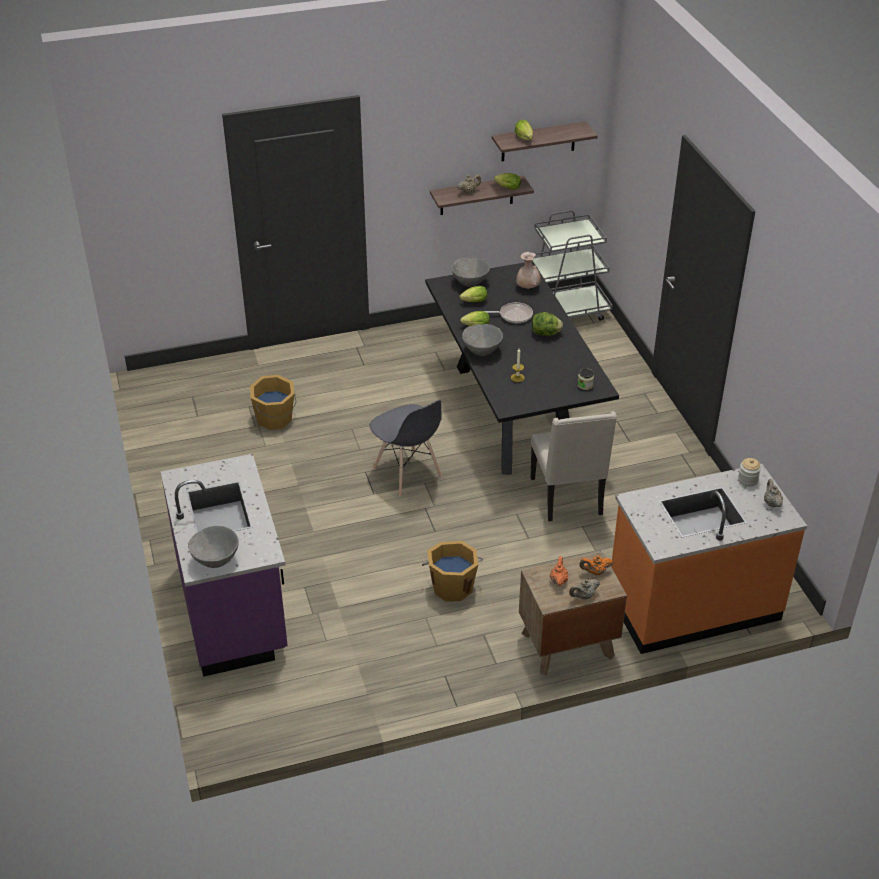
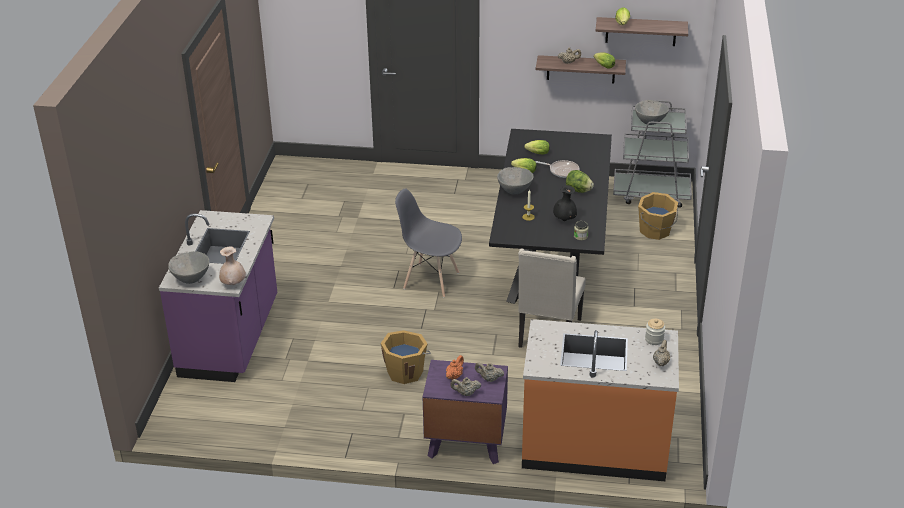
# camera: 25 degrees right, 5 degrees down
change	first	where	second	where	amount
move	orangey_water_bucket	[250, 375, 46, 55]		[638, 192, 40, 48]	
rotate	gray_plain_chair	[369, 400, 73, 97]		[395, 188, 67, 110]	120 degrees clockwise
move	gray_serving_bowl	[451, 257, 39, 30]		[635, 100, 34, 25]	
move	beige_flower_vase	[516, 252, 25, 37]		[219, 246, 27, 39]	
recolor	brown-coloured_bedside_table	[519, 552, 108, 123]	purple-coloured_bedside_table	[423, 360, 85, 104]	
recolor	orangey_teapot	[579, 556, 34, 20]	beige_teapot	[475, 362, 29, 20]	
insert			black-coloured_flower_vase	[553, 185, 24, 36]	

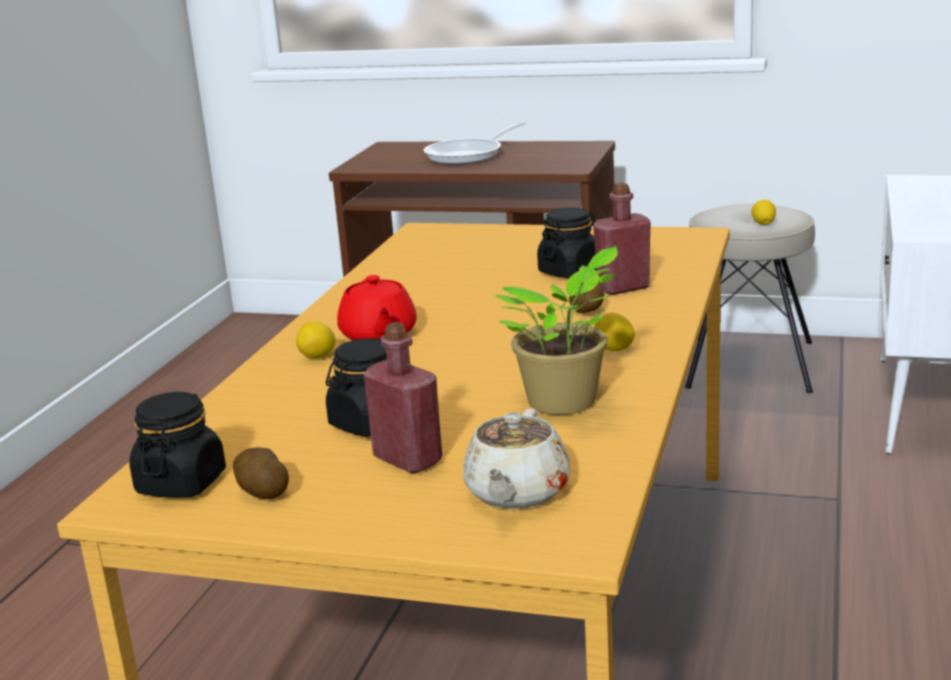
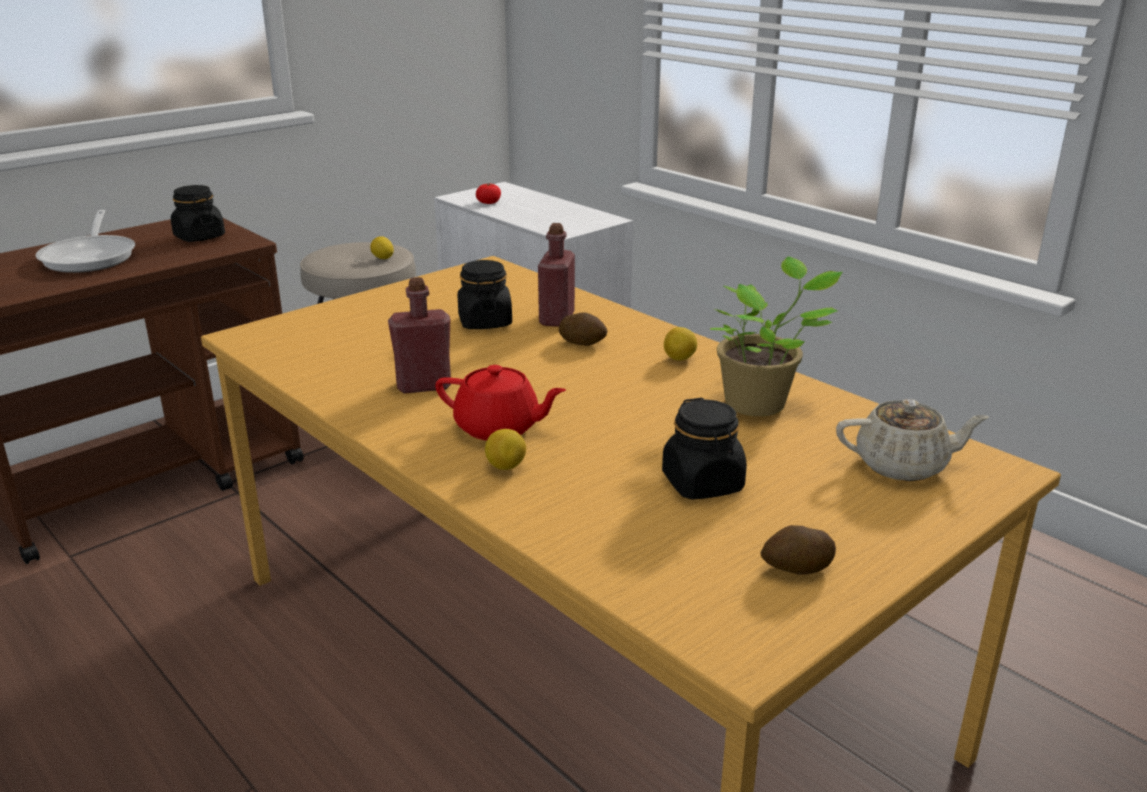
# camera: 60 degrees left, 5 degrees up
change	first	where	second	where	amount
move	black-coloured_preserve_jar	[129, 392, 97, 106]		[171, 185, 54, 57]	
move	red-coloured_beverage_bottle	[364, 322, 78, 152]		[388, 277, 63, 117]	
rotate	beige_teapot	[463, 409, 107, 100]		[836, 399, 153, 82]	45 degrees counterclockwise
insert			fresh_tomato	[476, 184, 25, 20]	

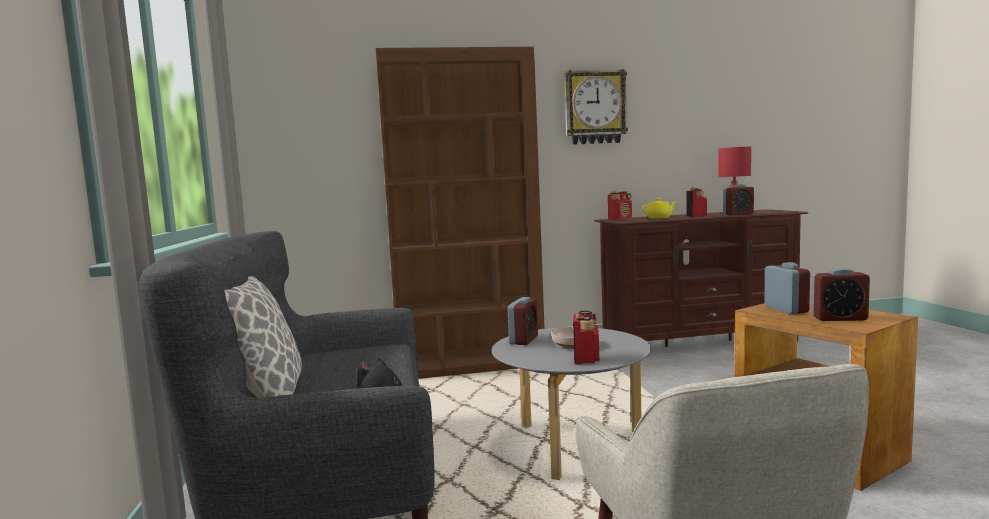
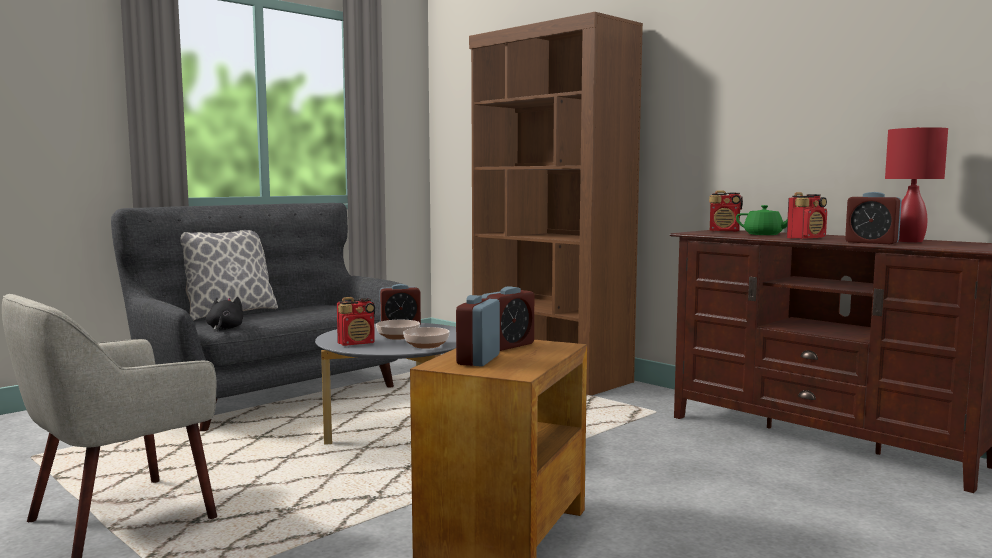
# camera: 55 degrees right, 0 degrees up
change	first	where	second	where	amount
delete	wall_clock	[564, 69, 64, 76]			
recolor	yellow_teapot	[642, 198, 35, 21]	green-coloured_teapot	[736, 205, 52, 30]	
rotate	alarm_clock	[811, 268, 59, 53]		[456, 295, 44, 72]	45 degrees clockwise
insert			serving_bowl	[403, 327, 47, 22]	

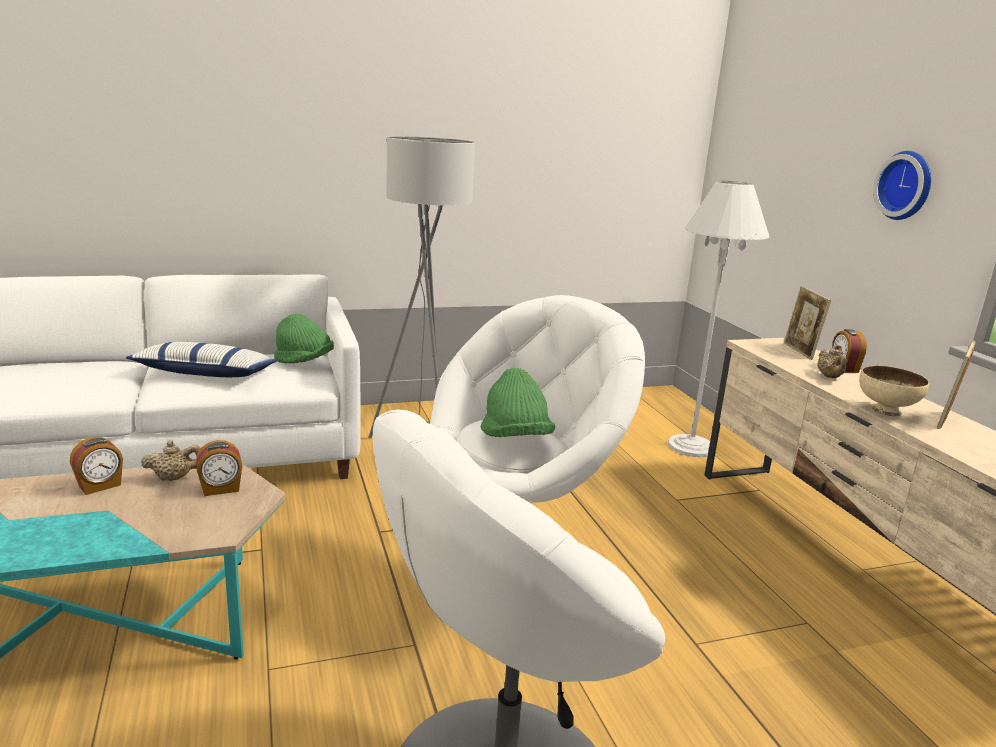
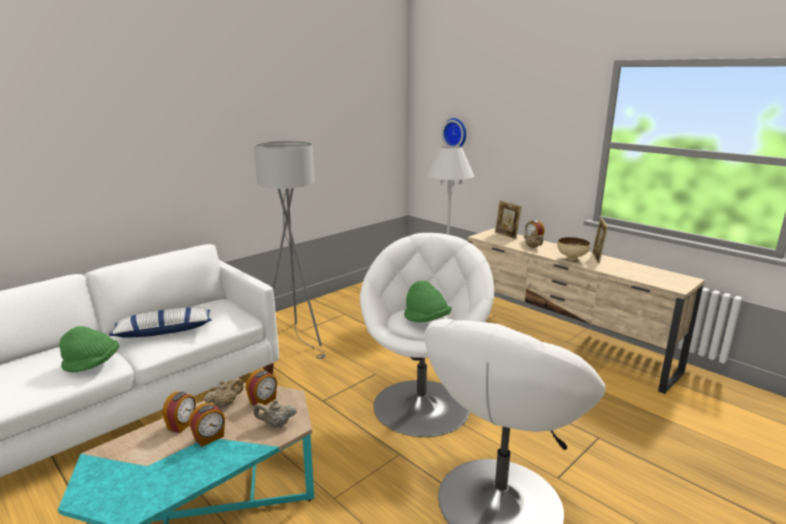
# camera: 25 degrees left, 0 degrees up
change	first	where	second	where	amount
move	green-coloured_clothing_hat	[274, 314, 60, 50]		[59, 326, 60, 46]	
move	wall_clock	[873, 151, 58, 69]		[442, 118, 24, 29]	
insert			alarm_clock	[189, 403, 36, 44]	
insert			beige_teapot	[254, 400, 43, 28]	

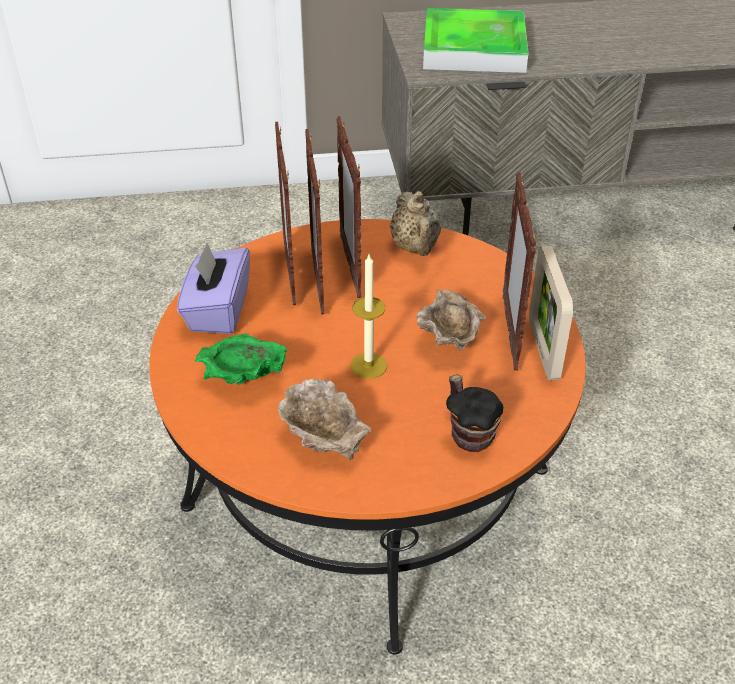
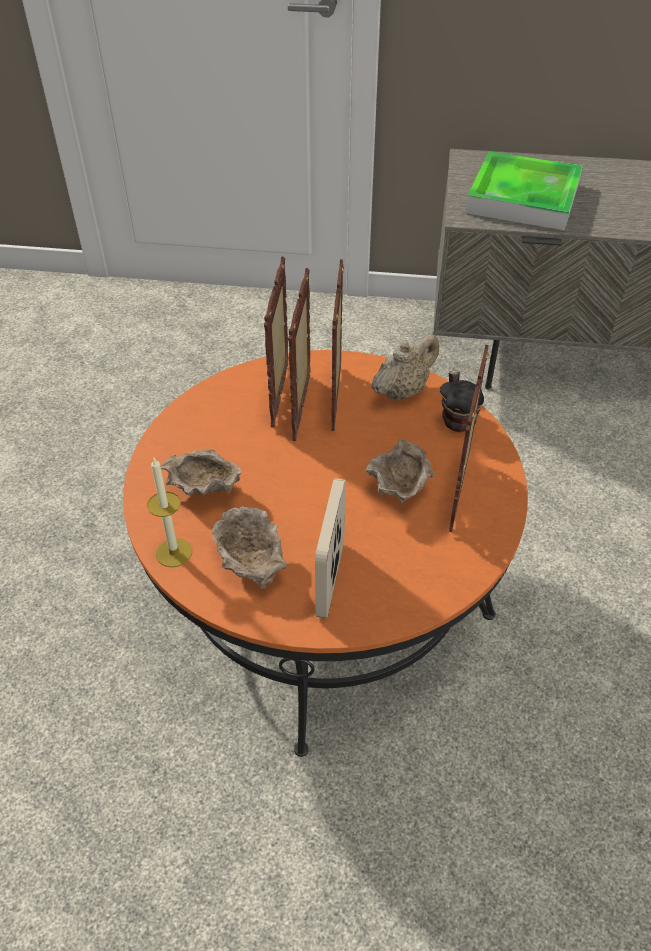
# camera: 15 degrees right, 5 degrees up
change	first	where	second	where	amount
delete	purple-coloured_tissue_box	[177, 243, 73, 91]			
recolor	green-coloured_serving_bowl	[194, 333, 93, 52]	beige_serving_bowl	[161, 449, 81, 46]	
move	wax_light	[350, 254, 37, 125]		[147, 458, 45, 109]	
rotate	beige_teapot	[390, 191, 51, 65]		[372, 334, 67, 67]	135 degrees counterclockwise
move	coffee_mug	[446, 374, 57, 78]		[440, 370, 44, 62]	
move	picture_frame	[529, 245, 44, 135]		[315, 478, 31, 140]	

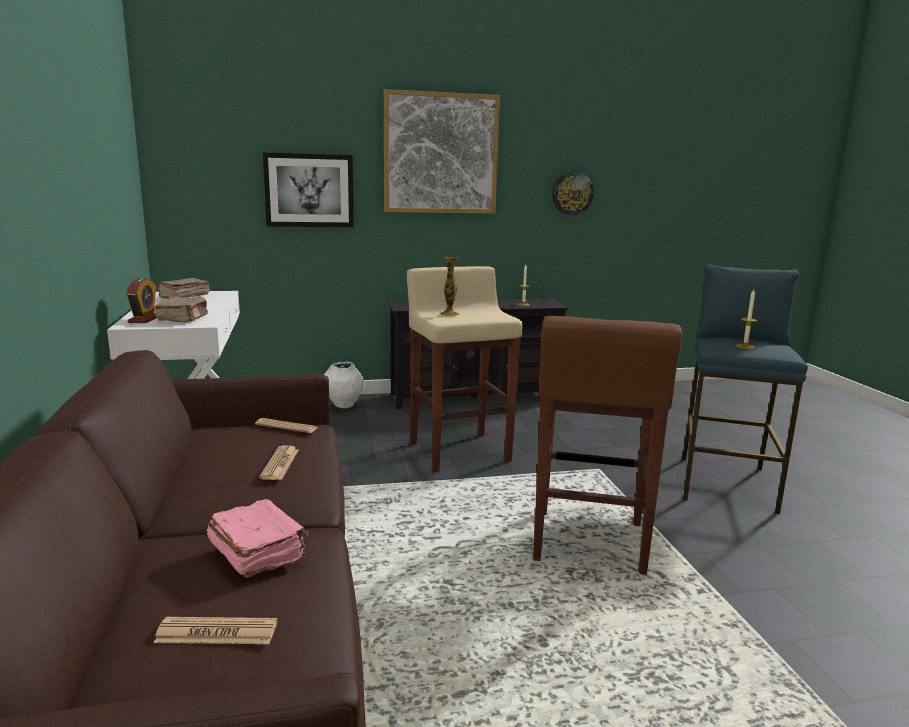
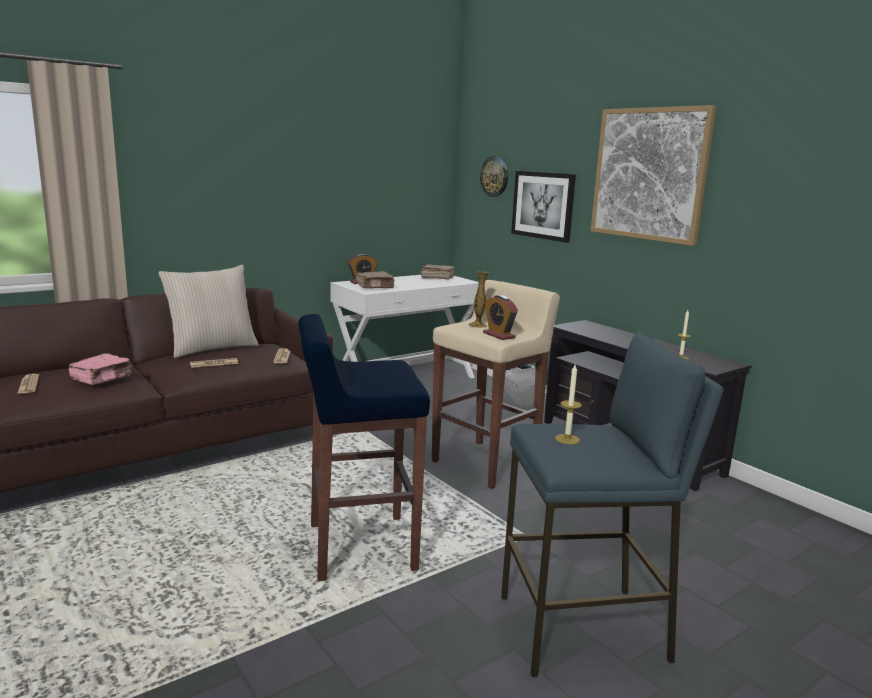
# camera: 65 degrees right, 0 degrees up
change	first	where	second	where	amount
recolor	brown-coloured_sitting_stool	[533, 316, 149, 259]	blue_sitting_stool	[298, 314, 132, 267]	
move	wall_clock	[552, 171, 42, 44]		[480, 156, 28, 41]	
insert			beige_throw_pillow	[159, 265, 100, 93]	
insert			alarm_clock	[483, 295, 35, 45]	

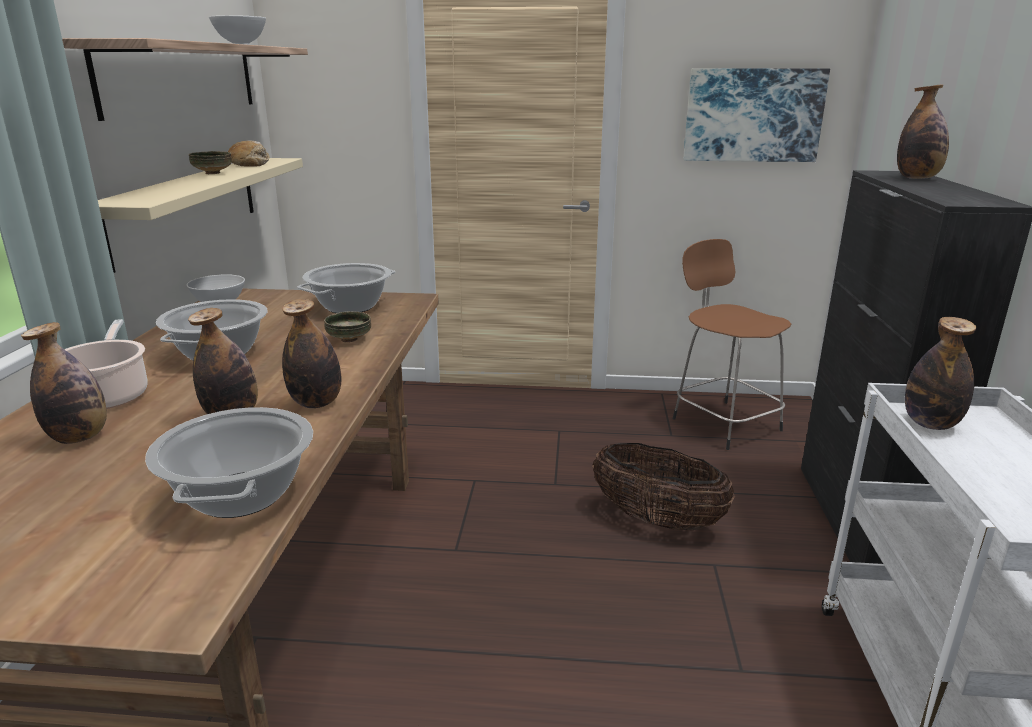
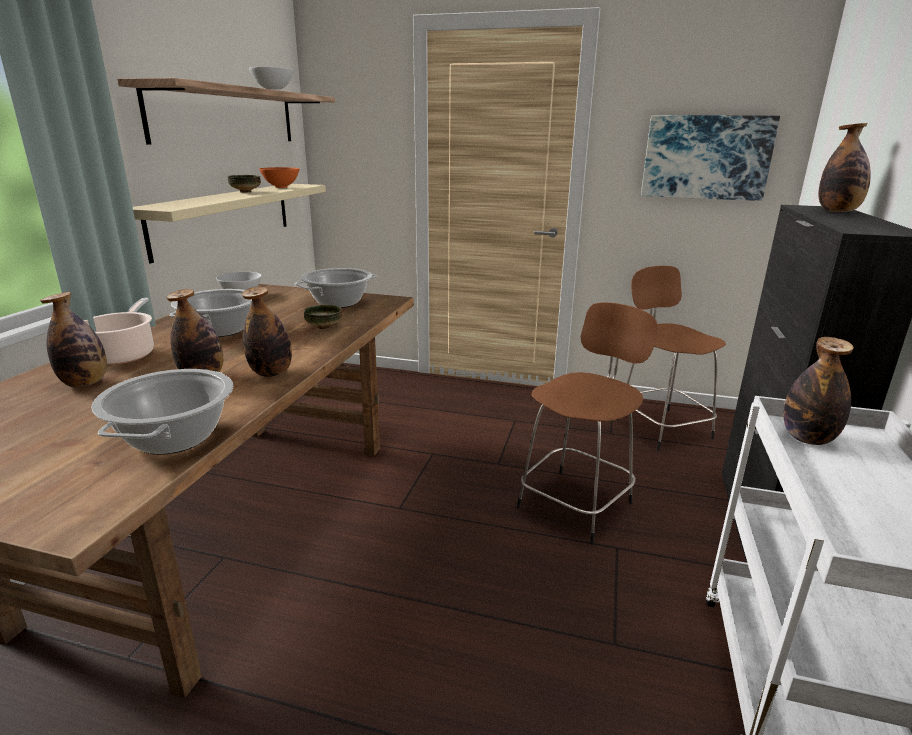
# camera: 10 degrees right, 0 degrees up
change	first	where	second	where	amount
replace	bread	[228, 140, 42, 27]	orangey_serving_bowl	[259, 167, 40, 21]	
replace	storage_basket	[592, 443, 143, 87]	brown-coloured_sitting_stool	[517, 302, 141, 242]	

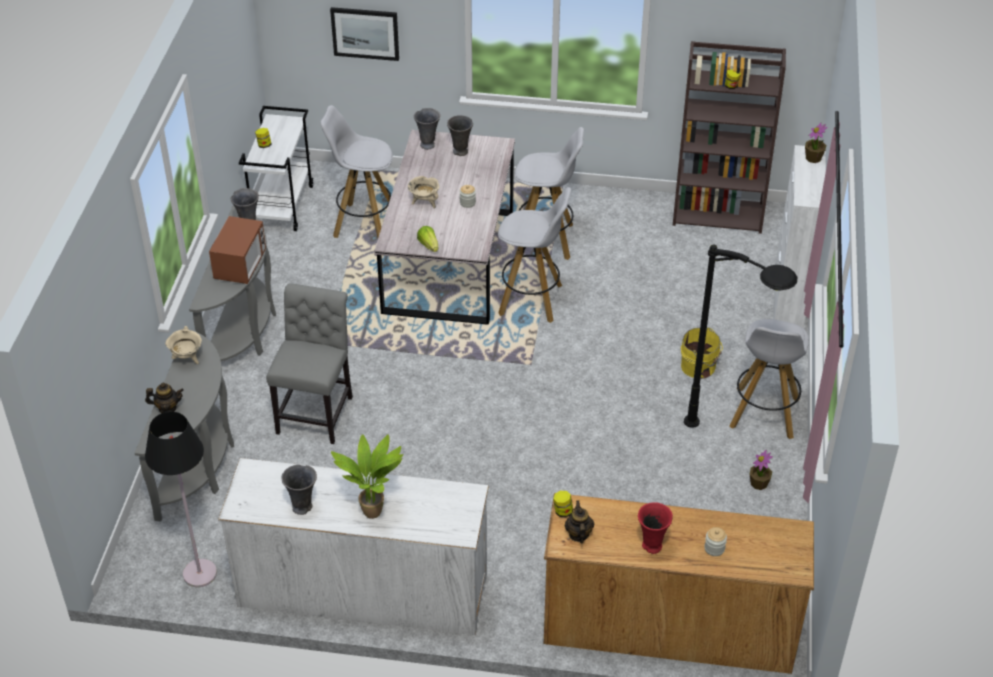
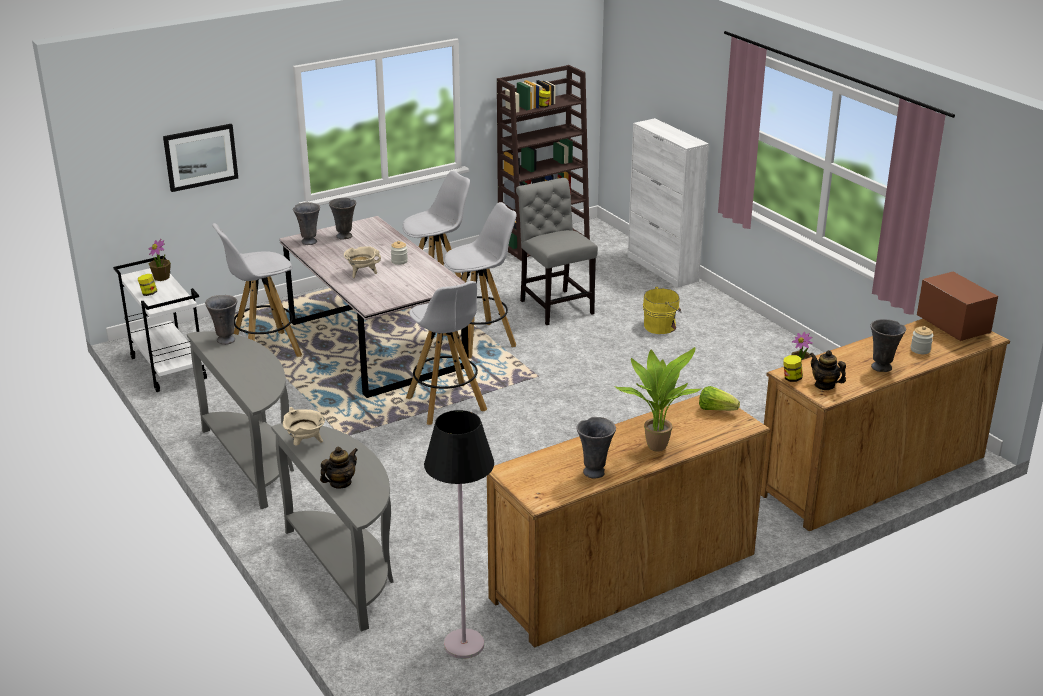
# camera: 40 degrees left, 15 degrees down
change	first	where	second	where	amount
move	kitchen_microwave	[209, 216, 57, 68]		[917, 272, 81, 69]	
recolor	white-coloured_dresser	[218, 458, 271, 177]	brown-coloured_dresser	[487, 395, 283, 253]	
move	gray_plain_chair	[266, 283, 87, 161]		[516, 178, 82, 147]	
move	lettuce	[417, 226, 21, 26]		[699, 386, 41, 25]	
recolor	red-coloured_flower_vase	[638, 502, 35, 52]	gray_flower_vase	[870, 319, 36, 53]	
delete	black-coloured_standard_lamp	[684, 244, 113, 184]			
move	white-coloured_sitting_stool	[729, 319, 80, 120]		[406, 281, 81, 144]	
move	plant_in_a_pot	[805, 123, 23, 40]		[149, 239, 22, 42]	

